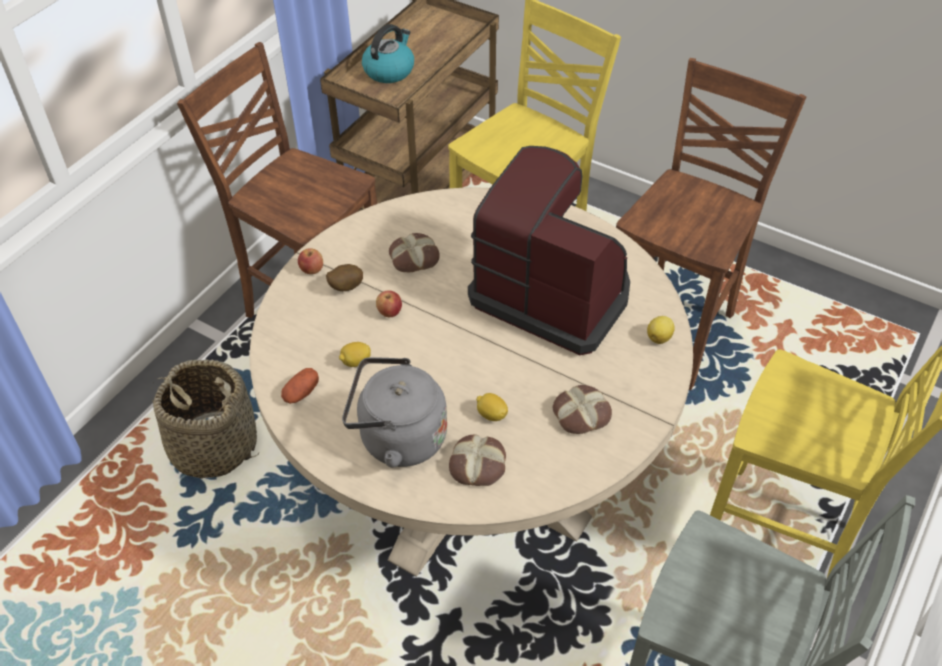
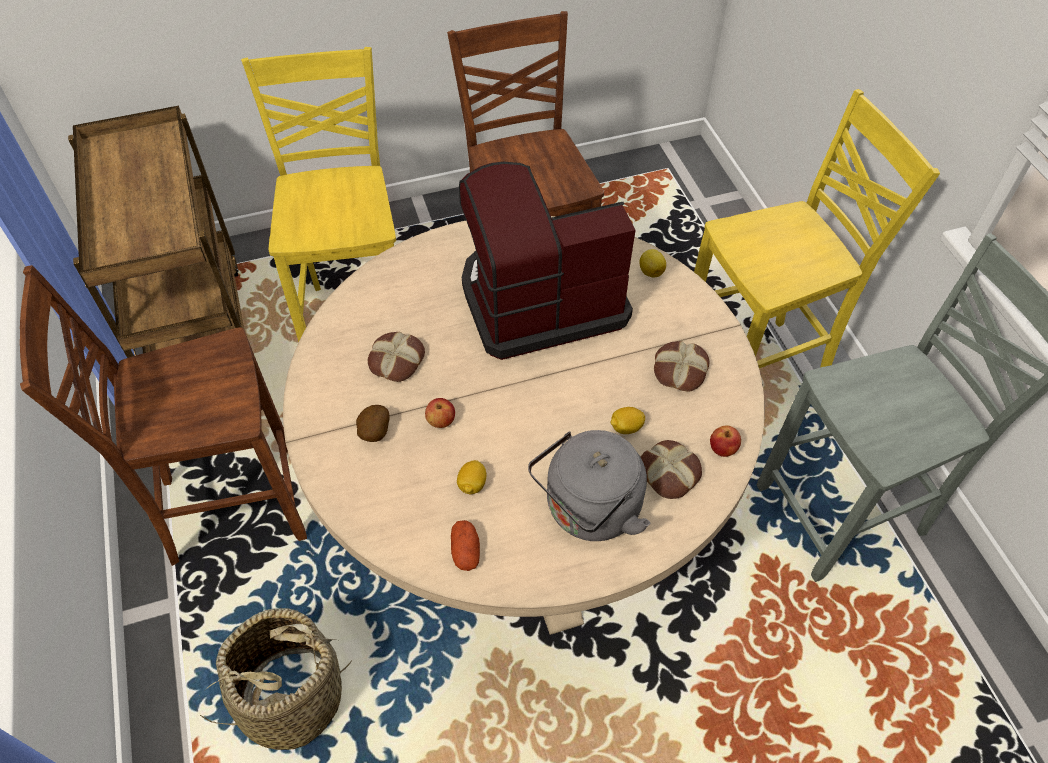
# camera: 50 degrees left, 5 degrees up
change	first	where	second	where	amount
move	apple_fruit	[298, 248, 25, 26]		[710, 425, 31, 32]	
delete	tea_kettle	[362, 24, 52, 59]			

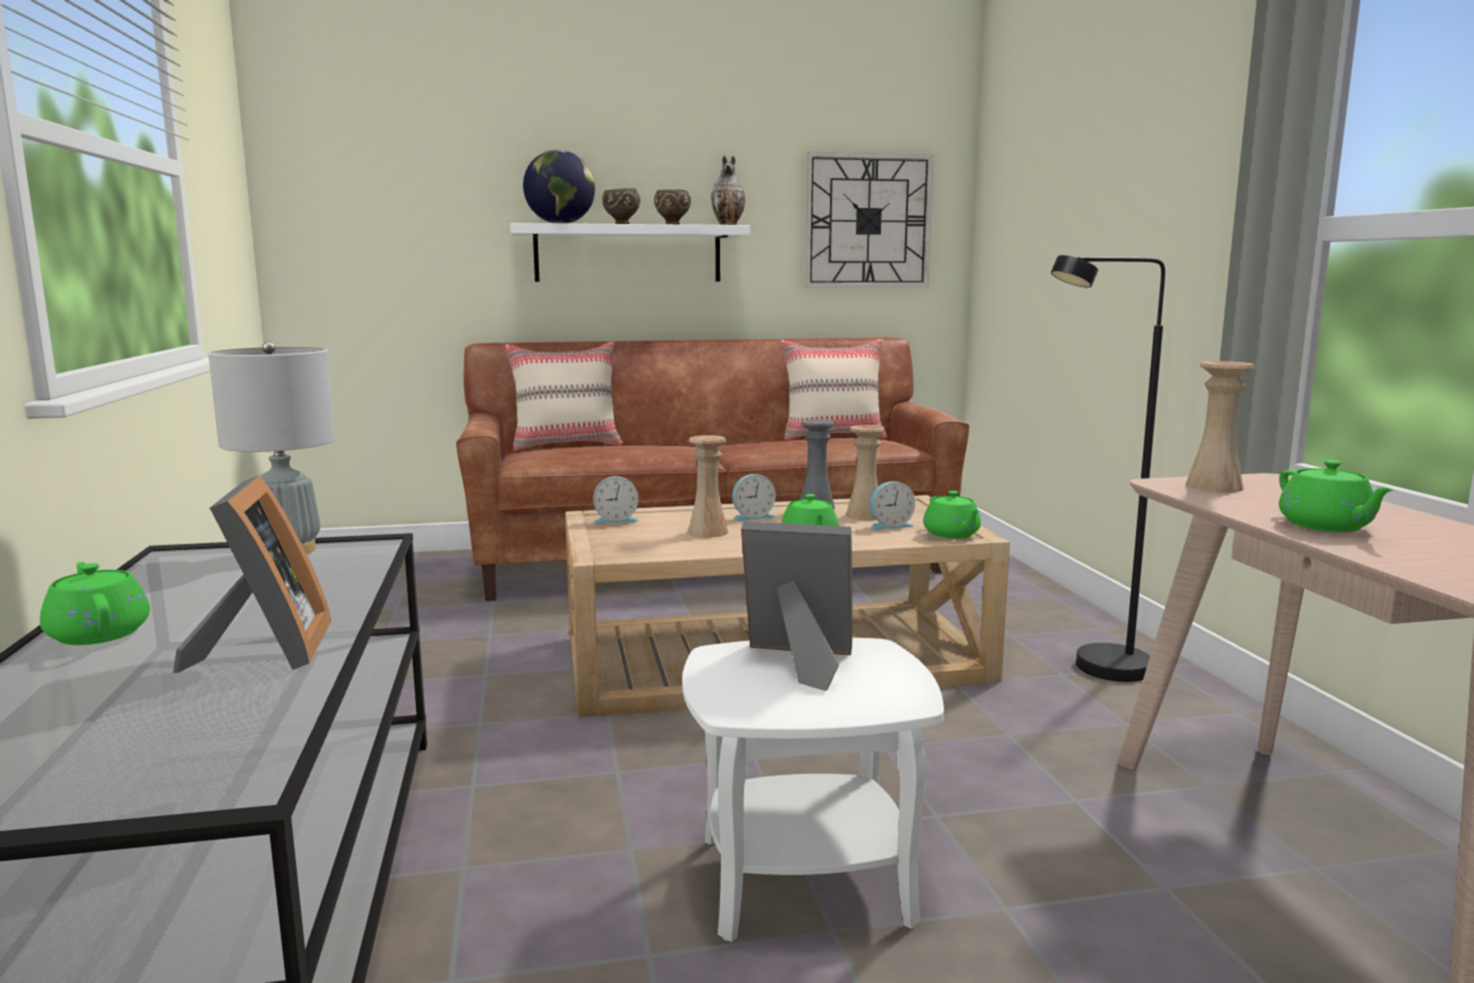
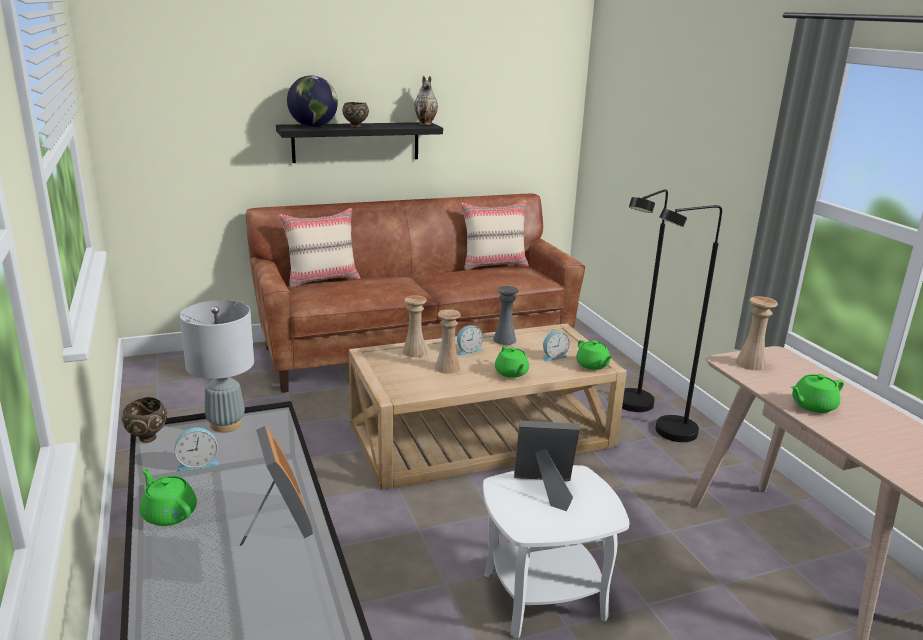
# camera: 10 degrees left, 10 degrees up
change	first	where	second	where	amount
recolor	white-coloured_shelf	[510, 223, 240, 59]	black-coloured_shelf	[276, 122, 167, 41]	
move	alarm_clock	[593, 476, 46, 48]		[174, 427, 46, 44]	
move	brown-coloured_serving_bowl	[654, 189, 37, 35]		[121, 397, 46, 46]	
delete	wall_clock	[805, 152, 129, 136]			
move	beige_flower_vase	[846, 425, 39, 95]		[403, 295, 24, 62]	
rotate	green-coloured_teapot	[1279, 460, 115, 72]		[791, 374, 53, 39]	90 degrees clockwise
insert			black-coloured_standard_lamp	[622, 189, 46, 223]	

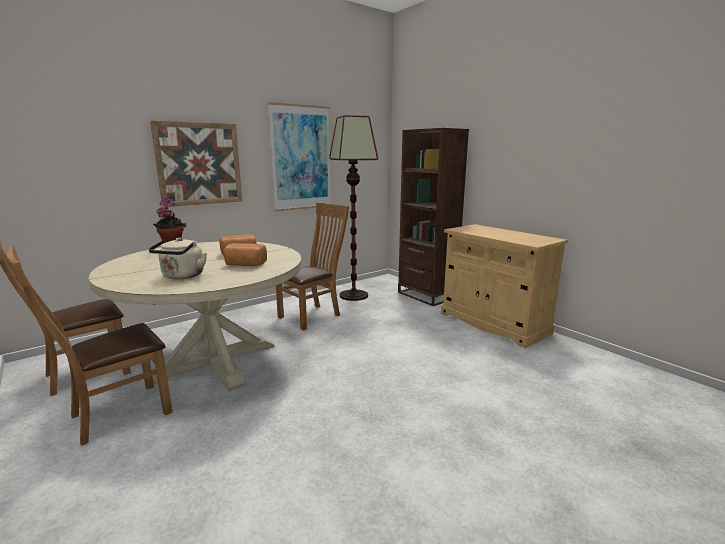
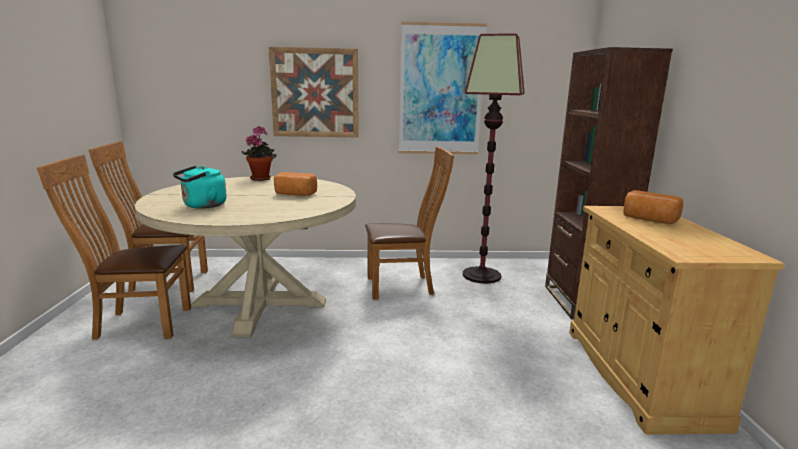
# camera: 35 degrees right, 0 degrees up
change	first	where	second	where	amount
recolor	beige_tea_kettle	[149, 238, 58, 41]	turquoise_tea_kettle	[173, 165, 54, 44]	
move	bread	[224, 243, 43, 23]		[623, 190, 60, 34]	

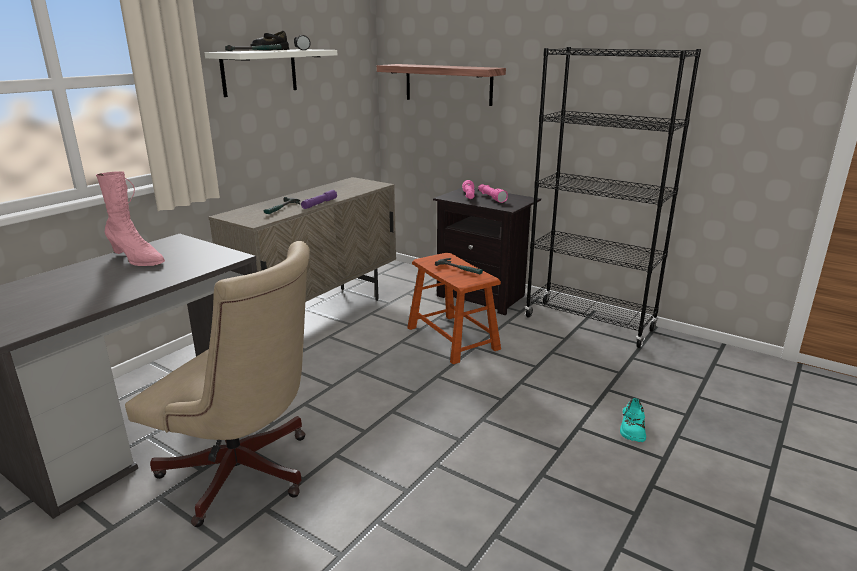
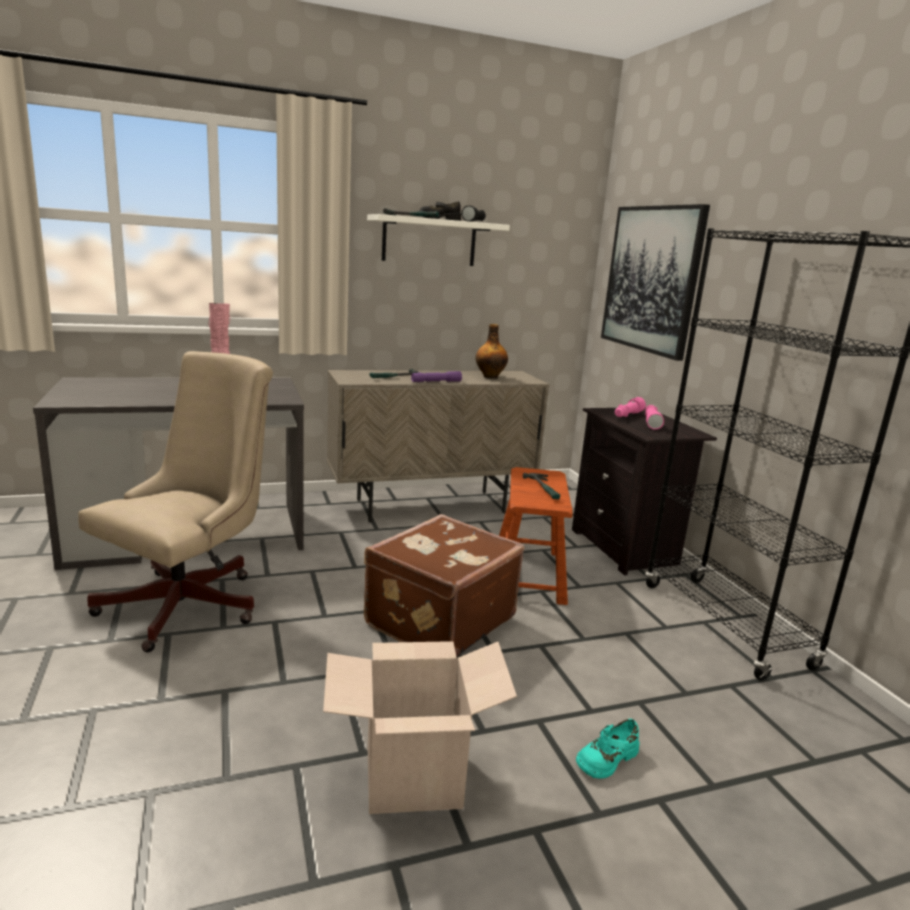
# camera: 35 degrees right, 5 degrees down
change	first	where	second	where	amount
rotate	beige_computer_chair	[125, 241, 185, 286]		[78, 351, 195, 301]	120 degrees counterclockwise
replace	shelf	[377, 64, 129, 42]	wall_picture	[601, 204, 109, 157]	
insert			carton	[323, 641, 194, 173]	
insert			brown-coloured_piece_of_luggage	[364, 514, 160, 143]	
insert			beverage_bottle	[476, 324, 32, 55]	

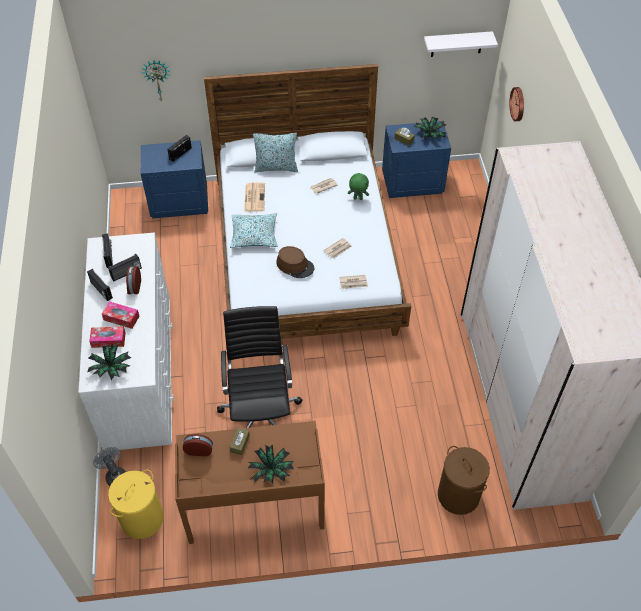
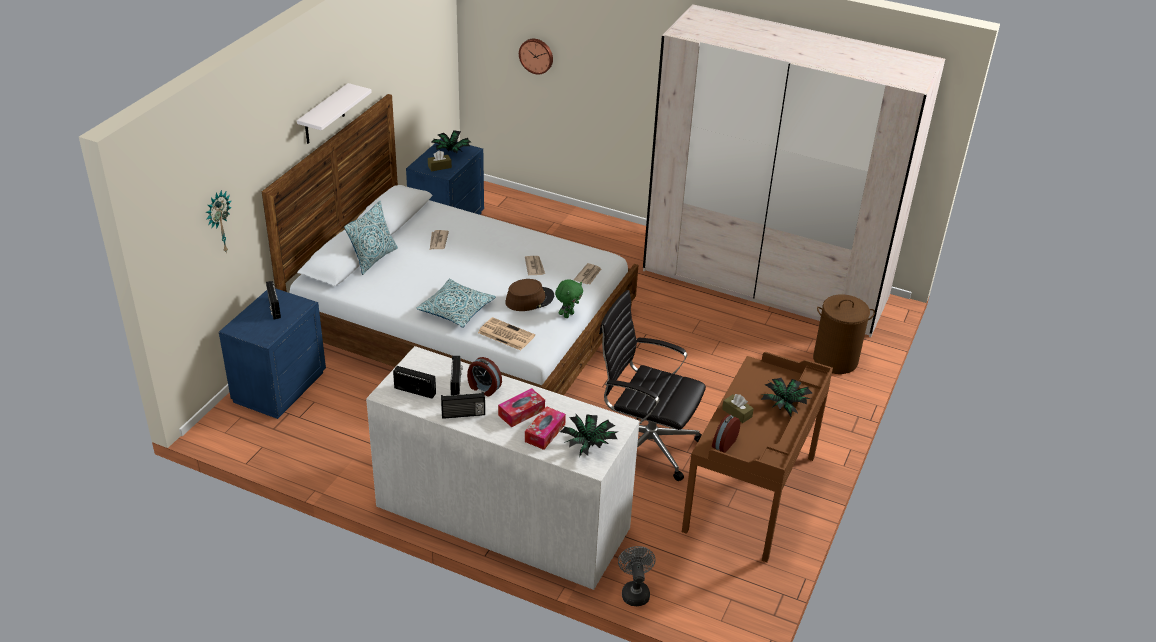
# camera: 60 degrees left, 15 degrees down
change	first	where	second	where	amount
rotate	gray_fan	[93, 447, 33, 39]		[618, 546, 38, 60]	90 degrees clockwise
delete	yellow_laundry_basket	[108, 469, 56, 70]			
move	printed_paper	[244, 182, 21, 30]		[478, 317, 57, 34]	
move	green-coloured_soft_toy	[348, 173, 21, 27]		[555, 279, 28, 39]	
move	white-coloured_shelf	[424, 31, 74, 26]		[297, 83, 75, 61]	

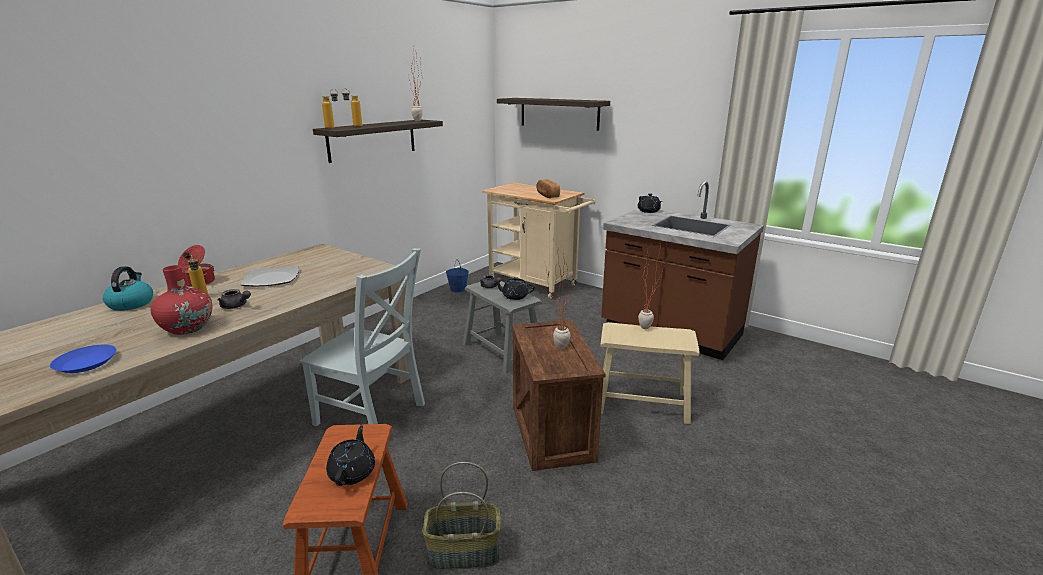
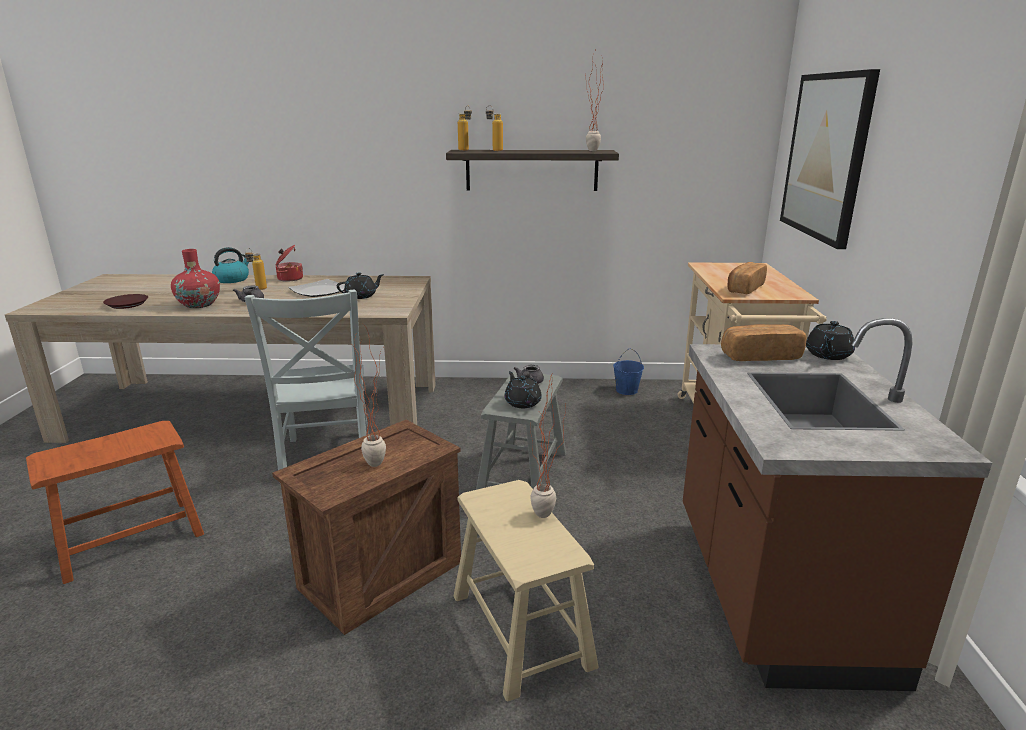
# camera: 55 degrees right, 0 degrees up
change	first	where	second	where	amount
recolor	blue_dinner_plate	[50, 345, 67, 28]	brown-coloured_dinner_plate	[103, 294, 45, 15]	
move	black-coloured_teapot	[326, 425, 49, 61]		[337, 272, 47, 27]	
delete	storage_basket	[422, 462, 79, 108]			
replace	shelf	[497, 98, 113, 33]	wall_picture	[780, 69, 100, 180]	
insert			bread	[721, 324, 85, 37]	

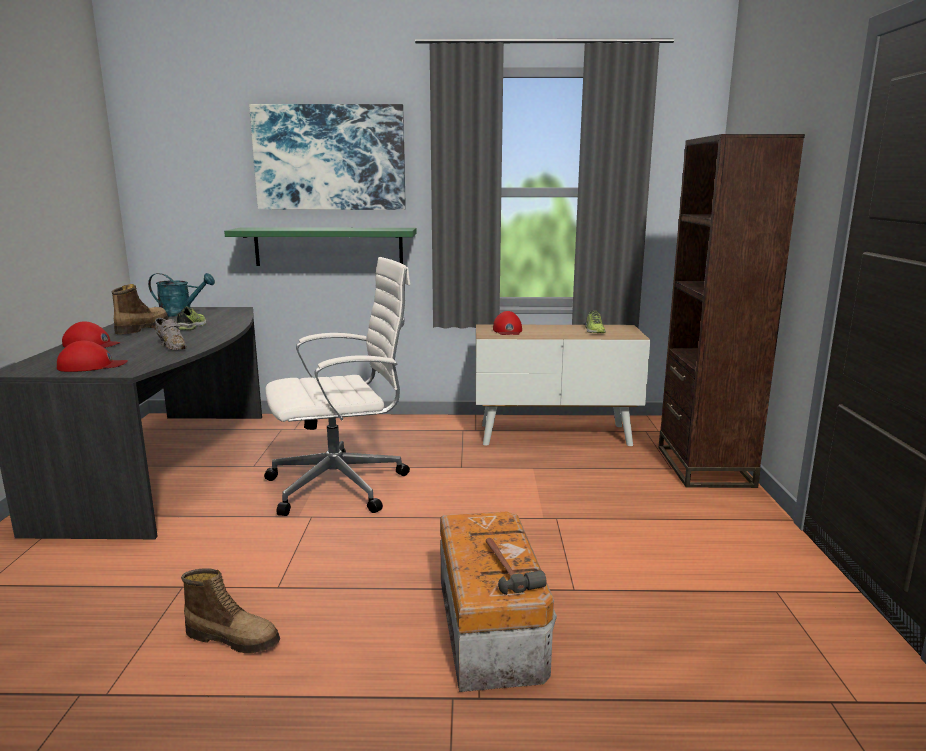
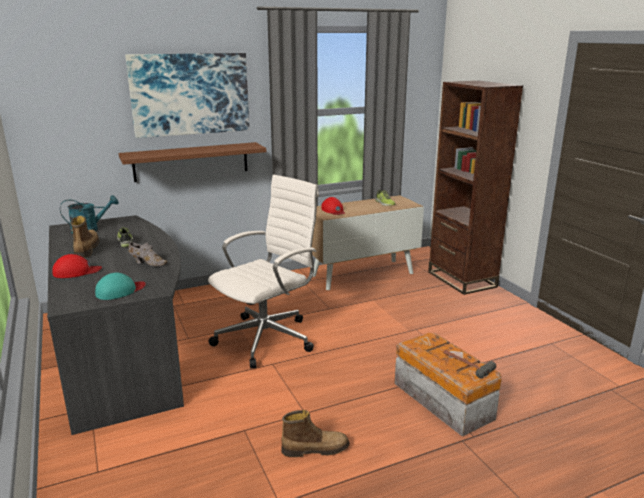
# camera: 25 degrees left, 5 degrees up
change	first	where	second	where	amount
recolor	red-coloured_peaked_cap	[57, 341, 71, 31]	turquoise_peaked_cap	[95, 272, 51, 28]	
recolor	green-coloured_shelf	[224, 228, 193, 38]	brown-coloured_shelf	[119, 142, 147, 40]	

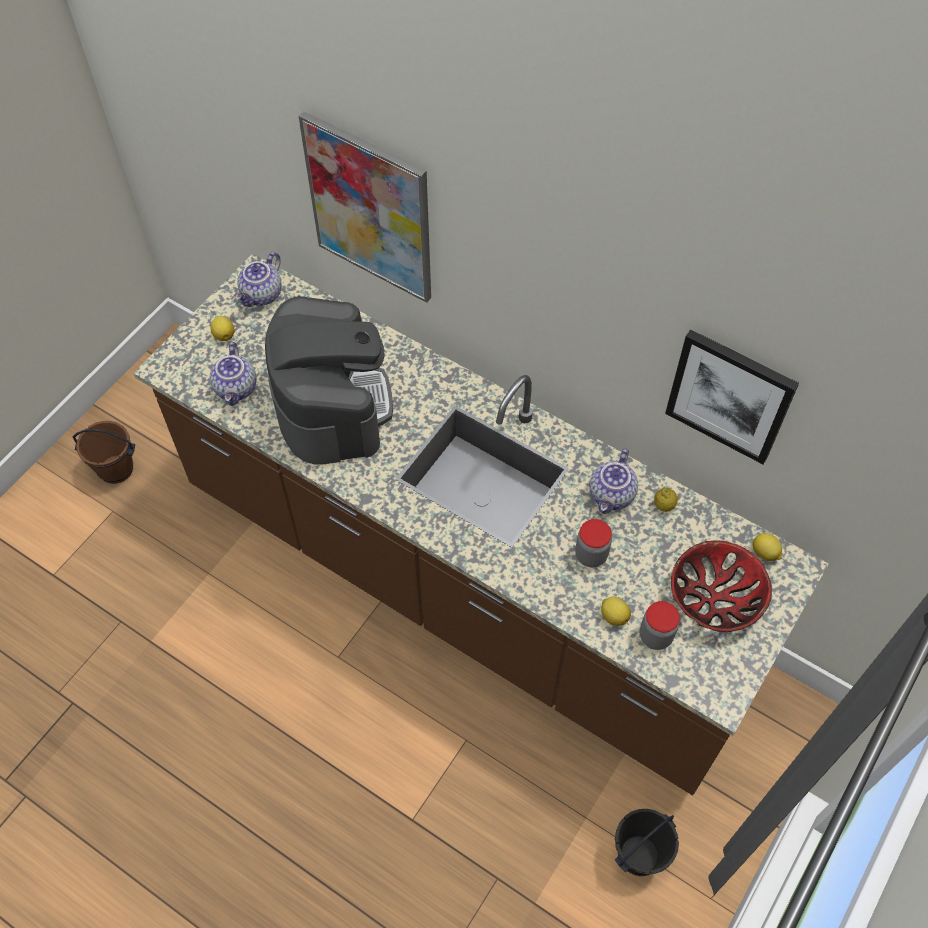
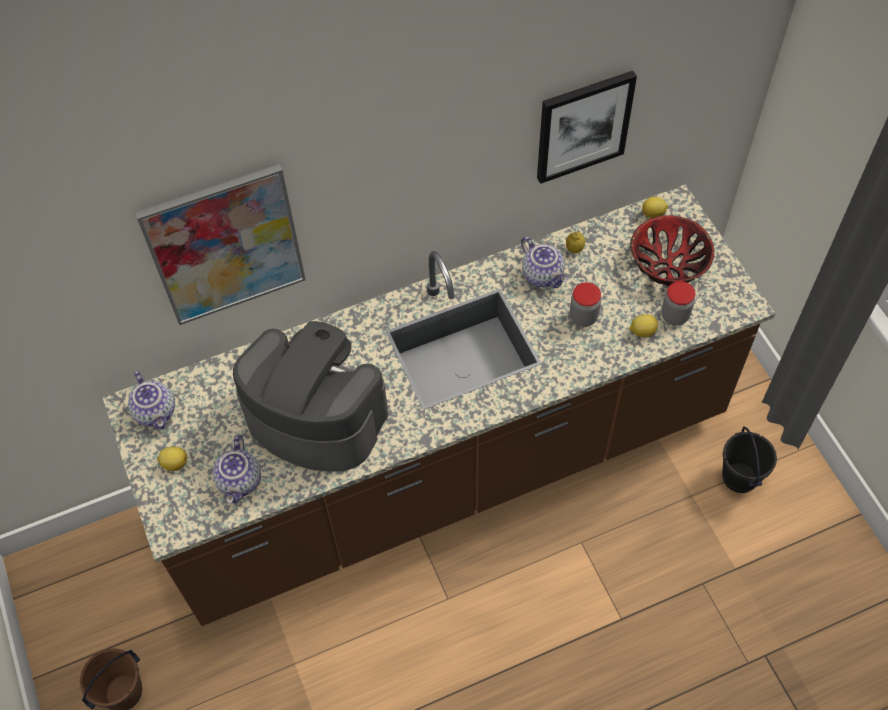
# camera: 55 degrees left, 0 degrees up
change	first	where	second	where	amount
rotate	teapot	[210, 342, 46, 64]		[213, 435, 48, 68]	60 degrees clockwise

